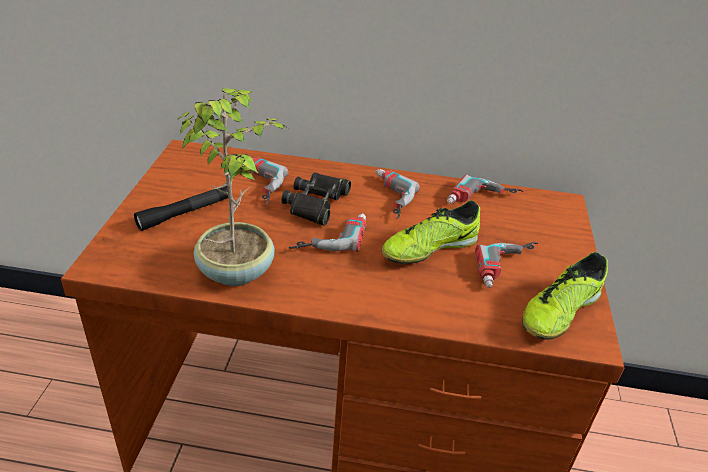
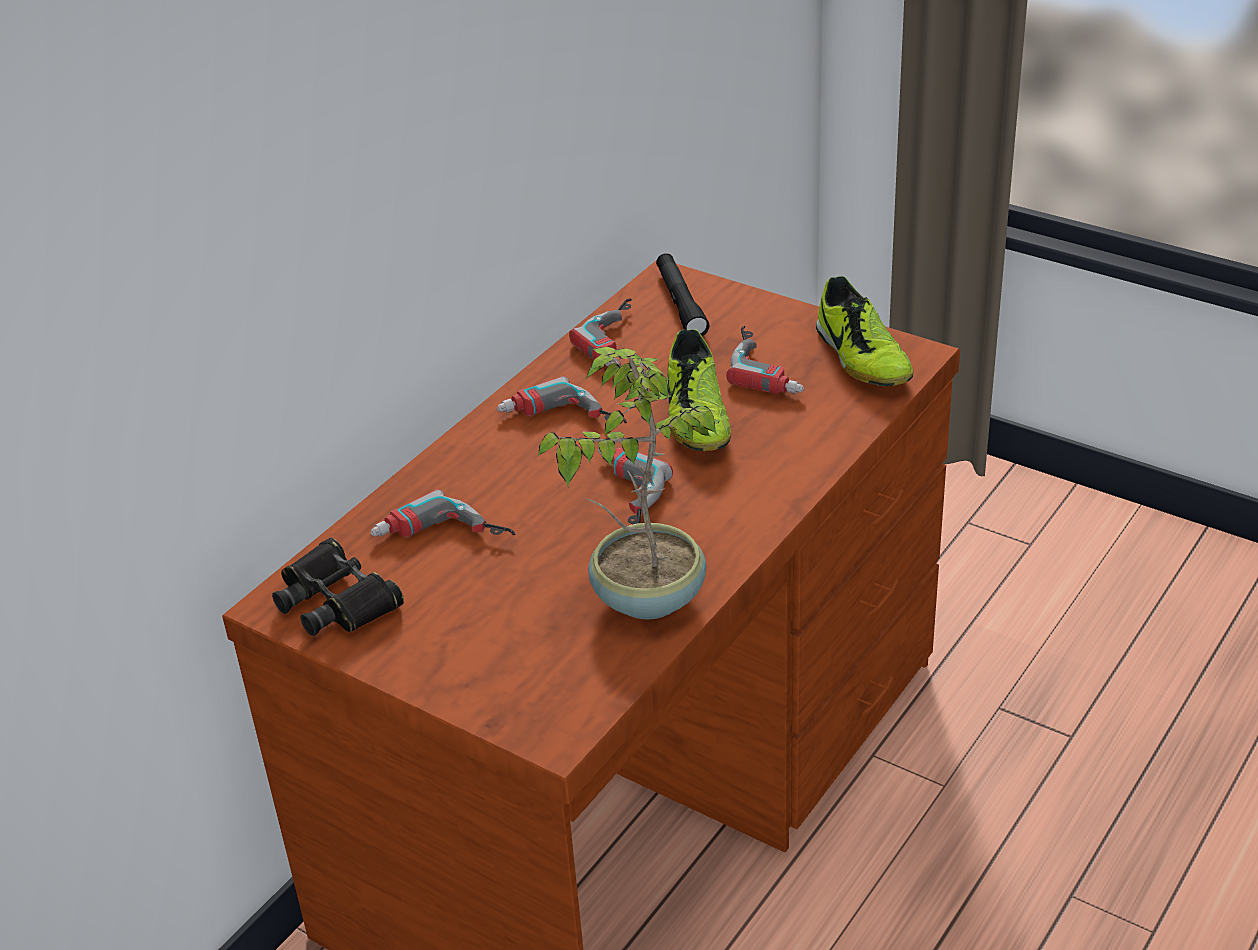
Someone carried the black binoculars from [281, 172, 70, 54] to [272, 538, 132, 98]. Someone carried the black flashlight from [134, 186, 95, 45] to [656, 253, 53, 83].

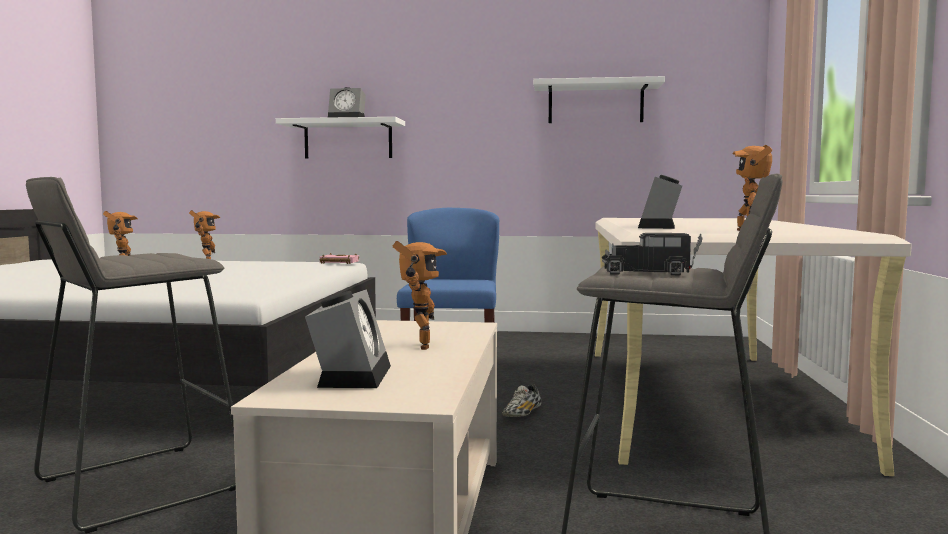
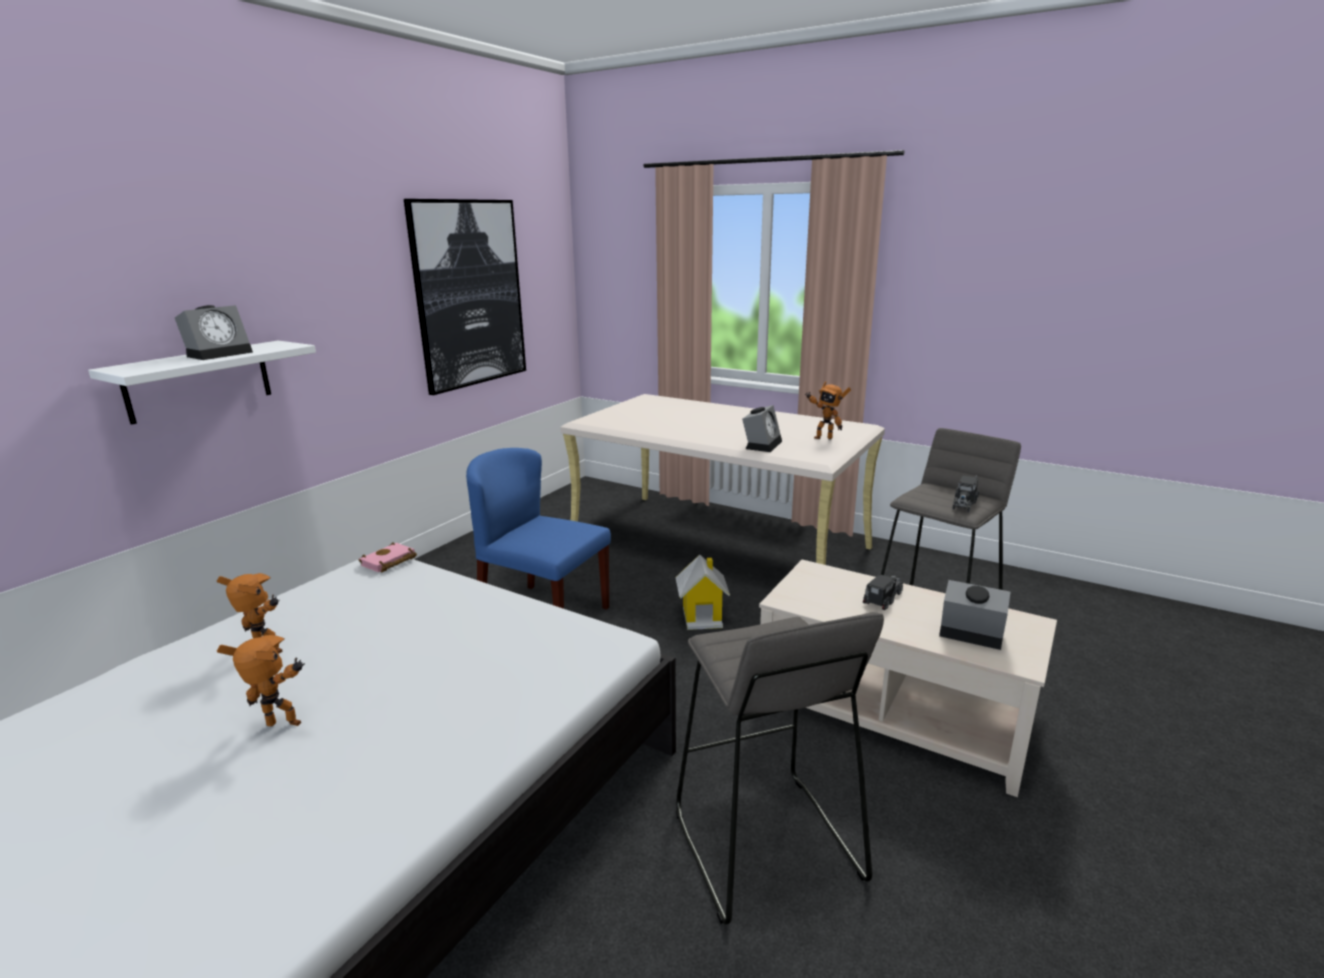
Someone swapped the white shelf at [533, 76, 132, 47] for the picture at [404, 199, 122, 196]. Someone swapped the shoe at [502, 384, 39, 33] for the toy house at [675, 554, 55, 76]. Someone rotated the alarm clock at [638, 175, 44, 54] by 105 degrees counterclockwise. Someone swapped the toy robot at [393, 241, 54, 109] for the toy truck at [863, 575, 41, 35].

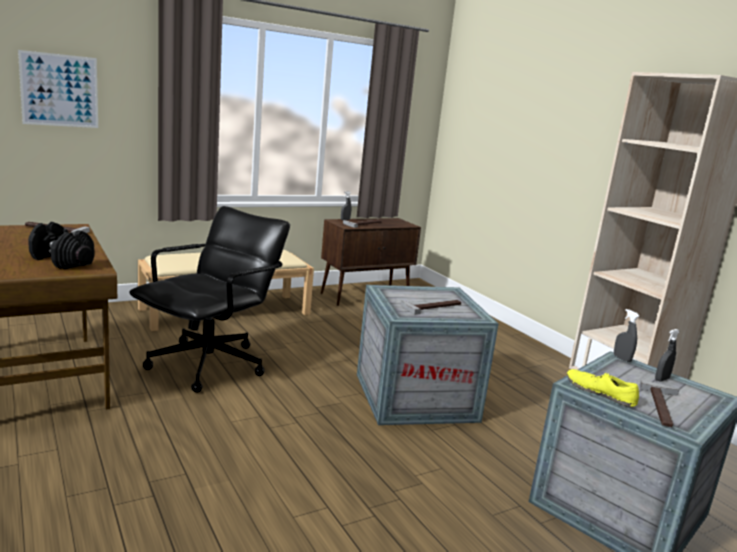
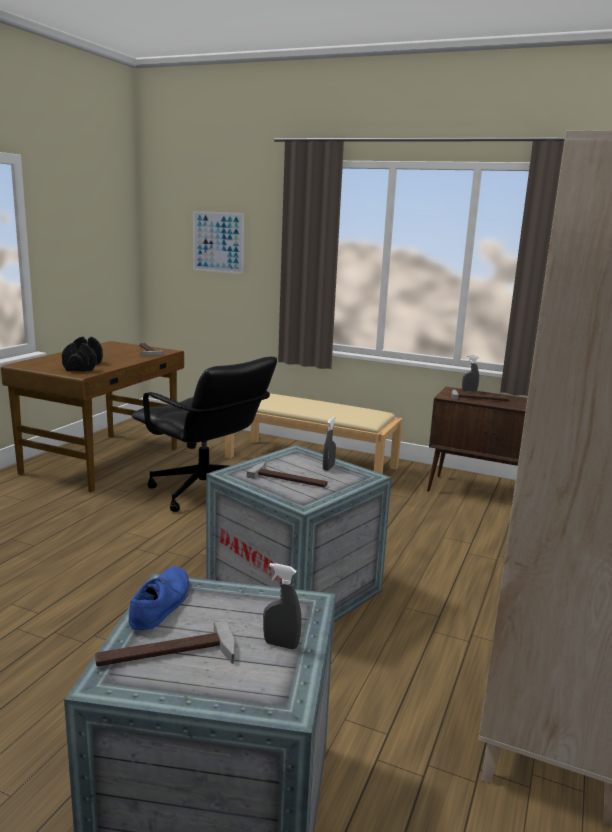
Someone repainted the yellow shoe at [567, 369, 72, 38], which became the blue shoe at [129, 566, 61, 64]. Someone rotated the black office chair at [129, 206, 161, 187] by 45 degrees clockwise. Someone carried the grey spray bottle from [614, 309, 26, 53] to [323, 417, 13, 54].

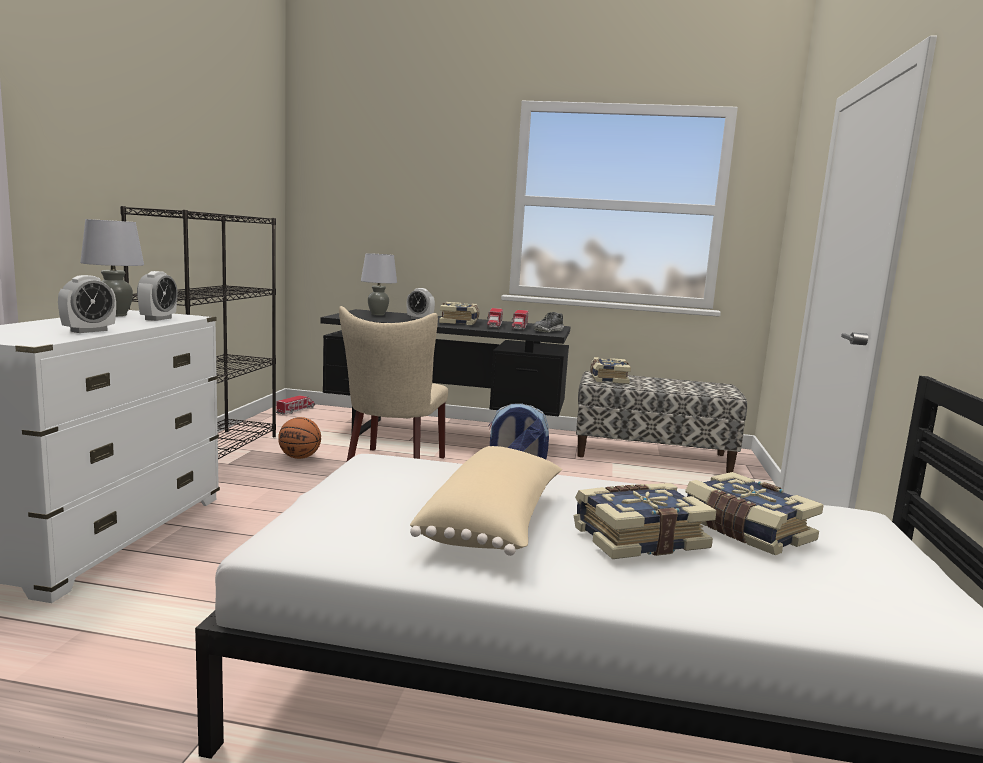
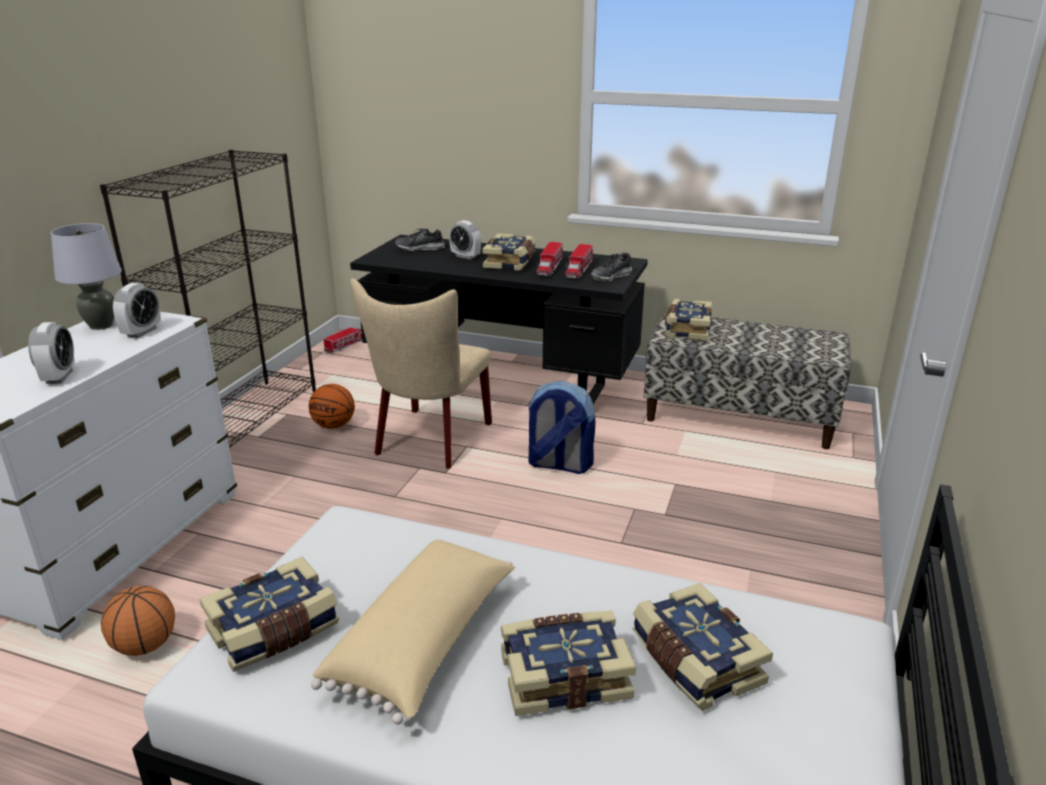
Someone rotated the alarm clock at [58, 275, 58, 58] by 45 degrees counterclockwise. Someone put down the basketball at [101, 586, 74, 70]. Someone put down the book at [199, 557, 140, 115]. Someone swapped the grey table lamp at [361, 253, 36, 62] for the shoe at [395, 228, 50, 23].

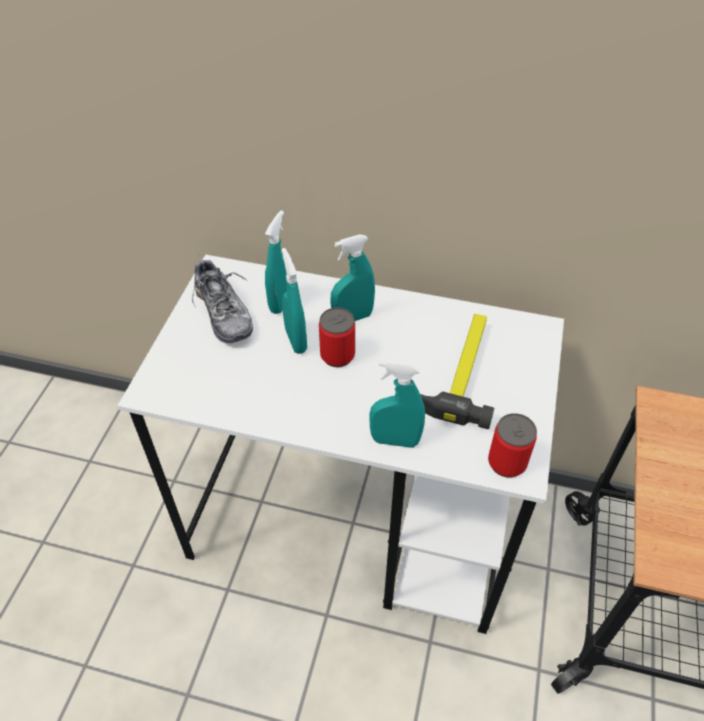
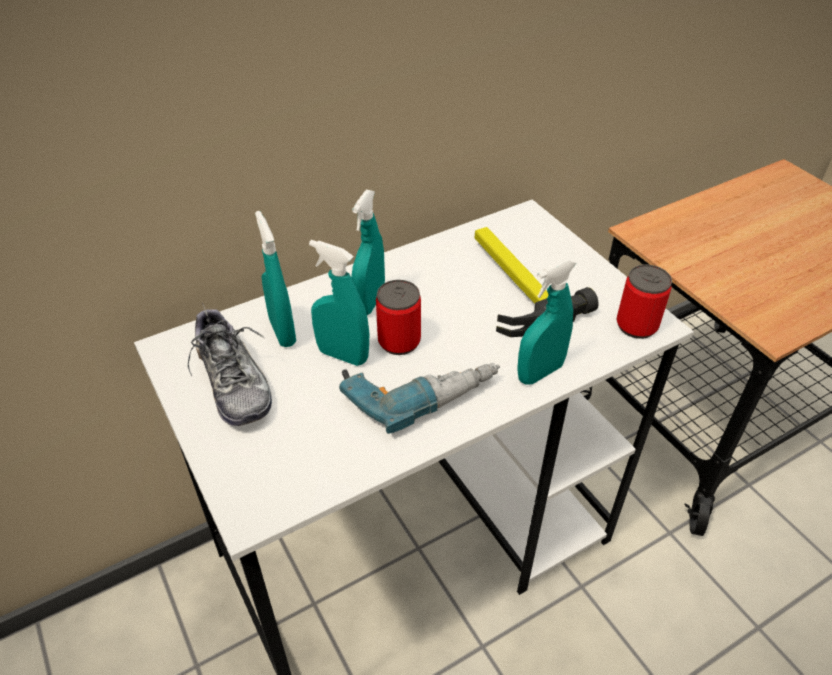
Someone rotated the shoe at [192, 255, 61, 88] by 45 degrees clockwise. Someone put down the power drill at [339, 363, 161, 71].

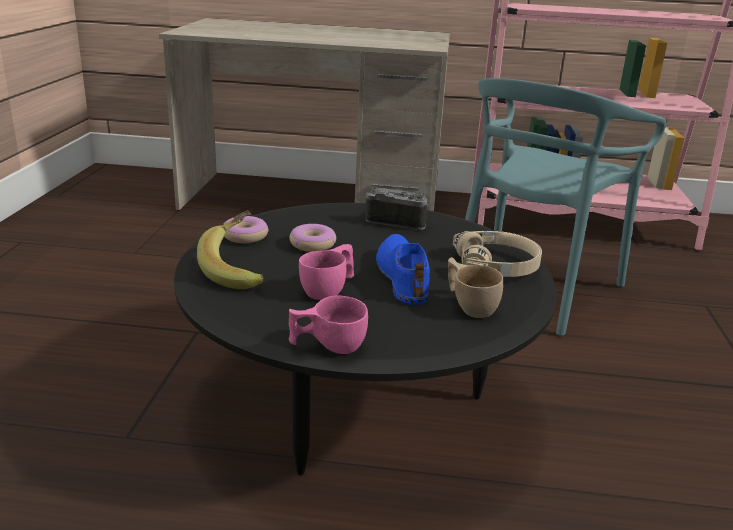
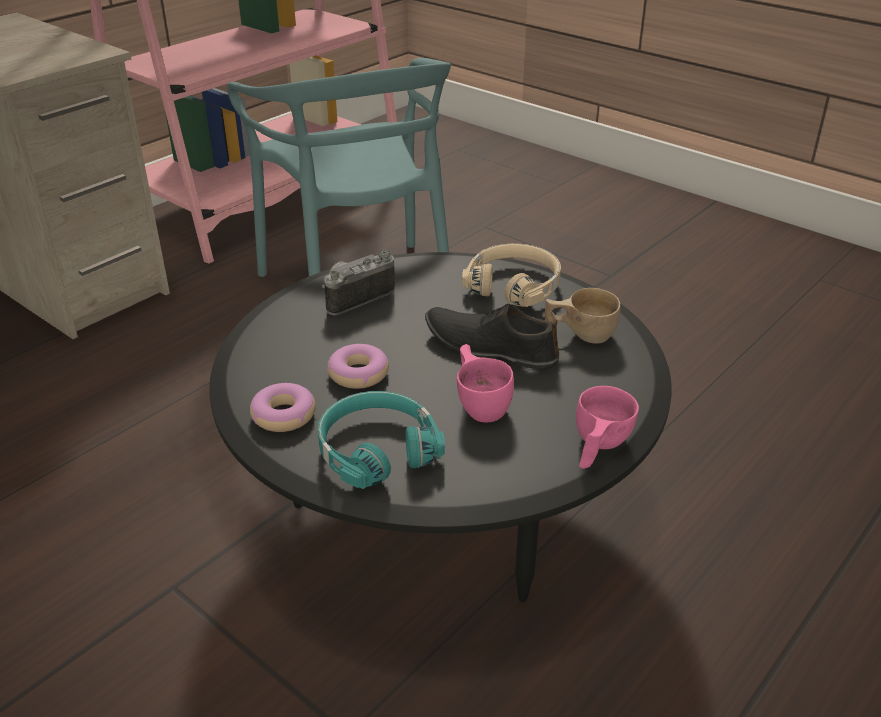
Someone swapped the banana at [197, 210, 67, 79] for the turquoise headphones at [318, 391, 127, 98]. Someone repainted the blue shoe at [376, 234, 54, 71], which became the black shoe at [425, 304, 135, 65].

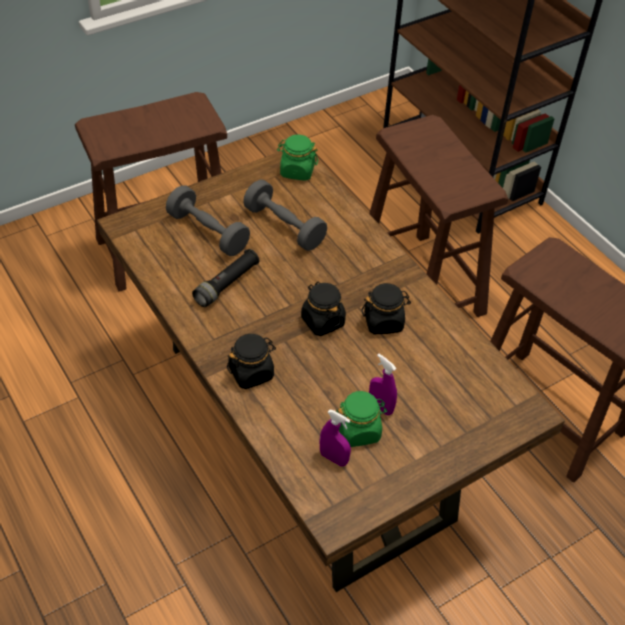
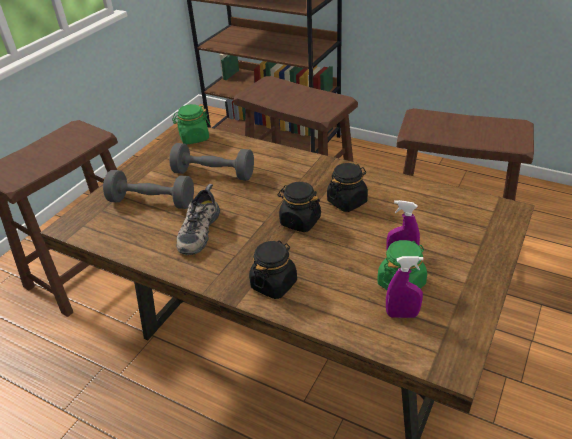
Someone swapped the black flashlight at [192, 249, 68, 58] for the shoe at [177, 184, 43, 71].

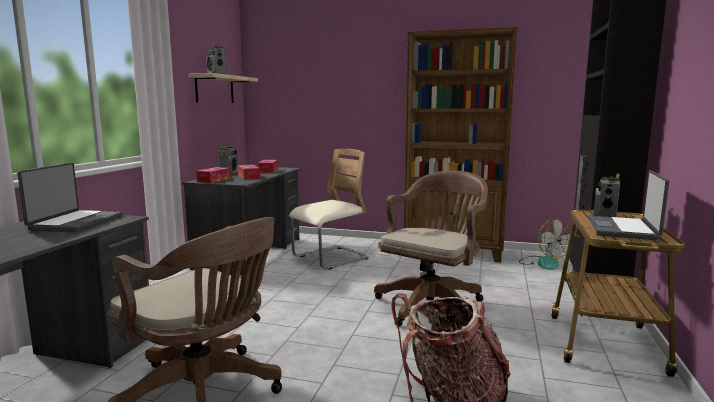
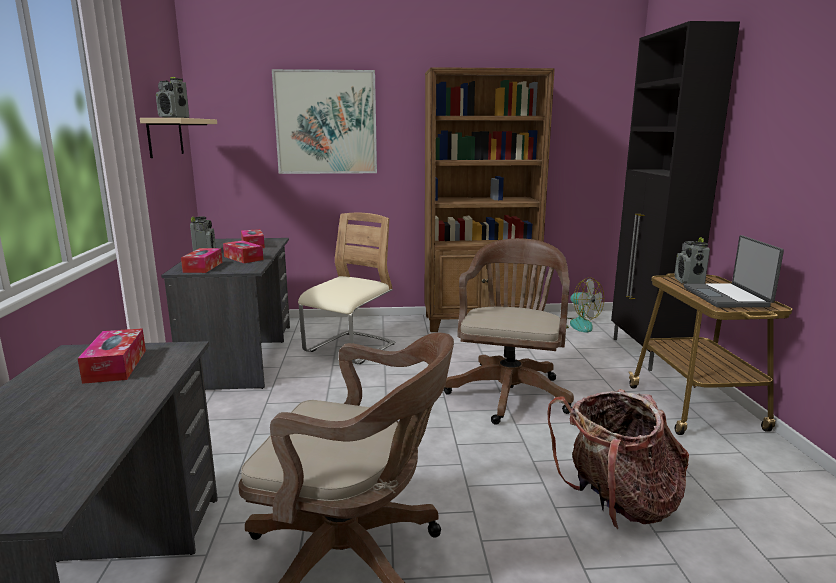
Someone swapped the laptop at [17, 163, 106, 69] for the tissue box at [77, 328, 69, 56]. Someone put up the picture at [272, 69, 105, 105].

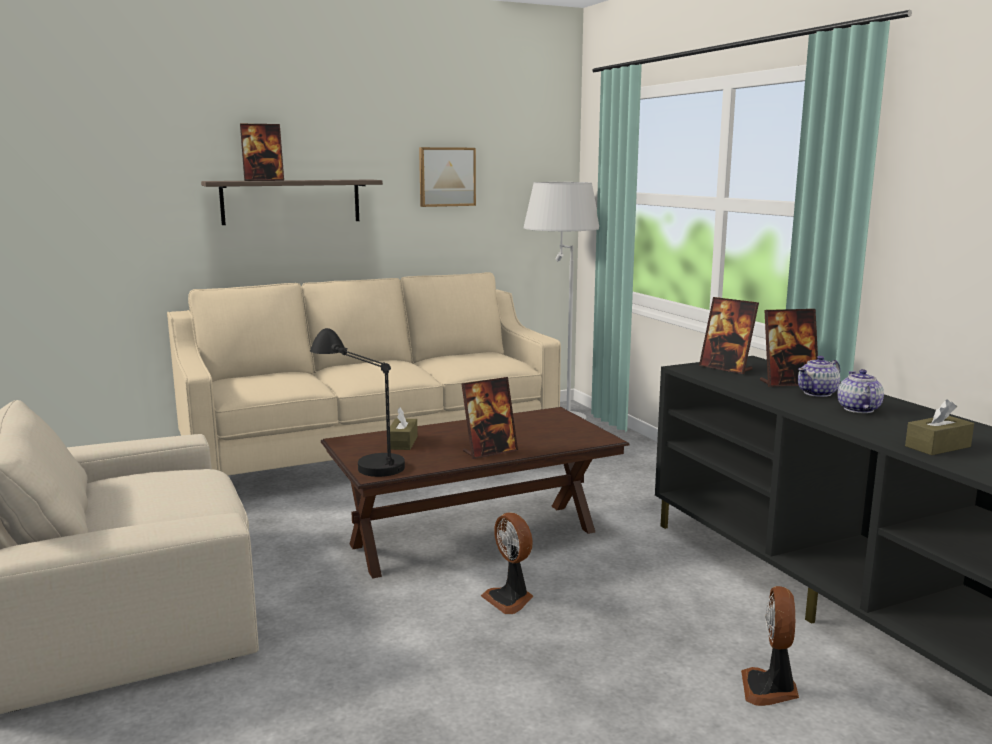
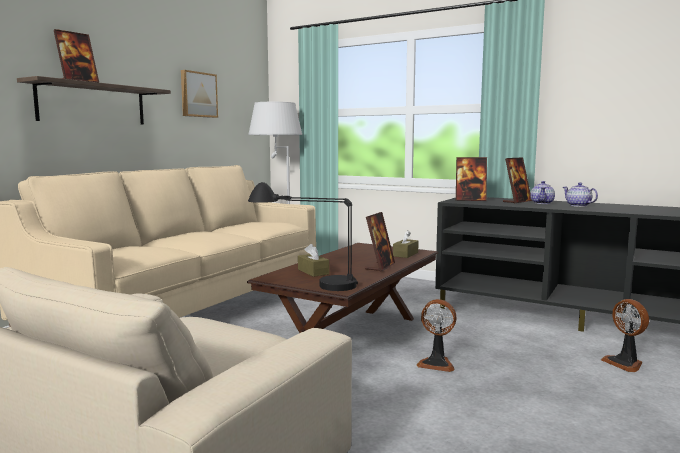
Someone carried the brown tissue box from [905, 399, 69, 56] to [393, 230, 26, 28].

